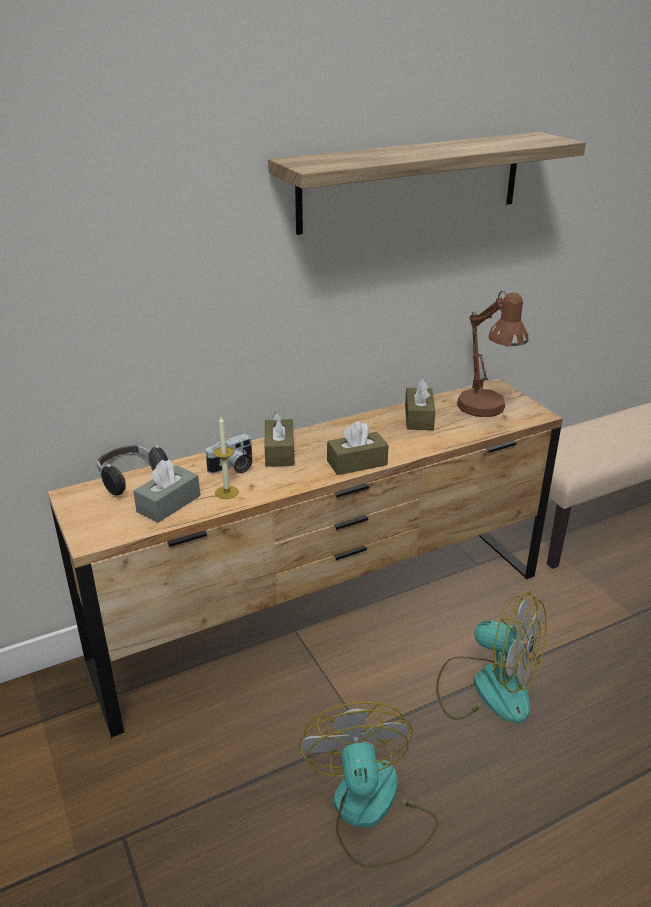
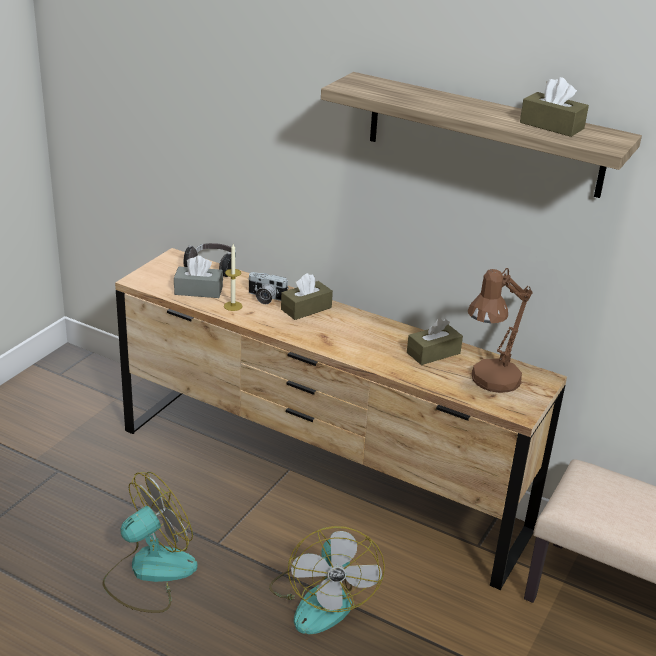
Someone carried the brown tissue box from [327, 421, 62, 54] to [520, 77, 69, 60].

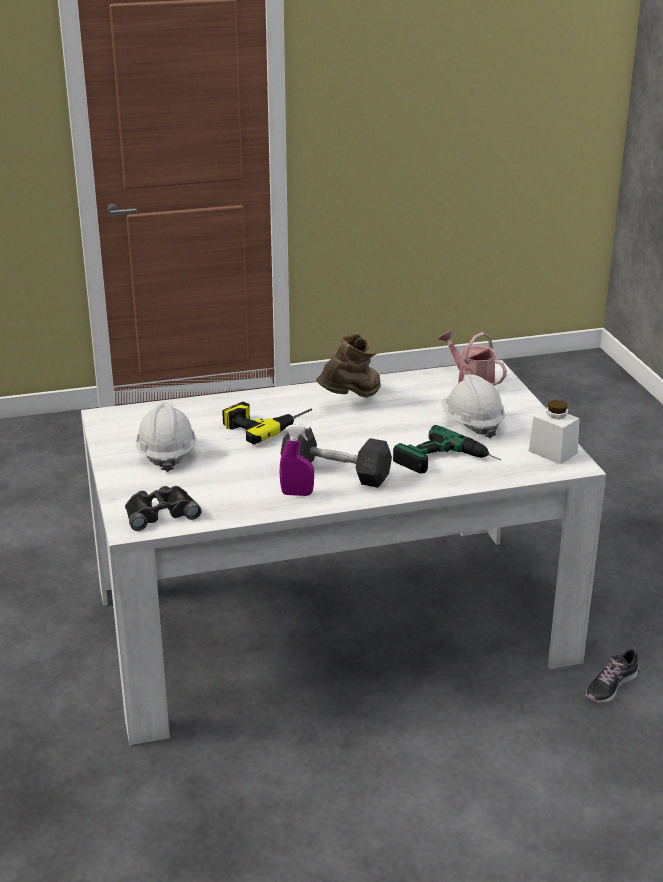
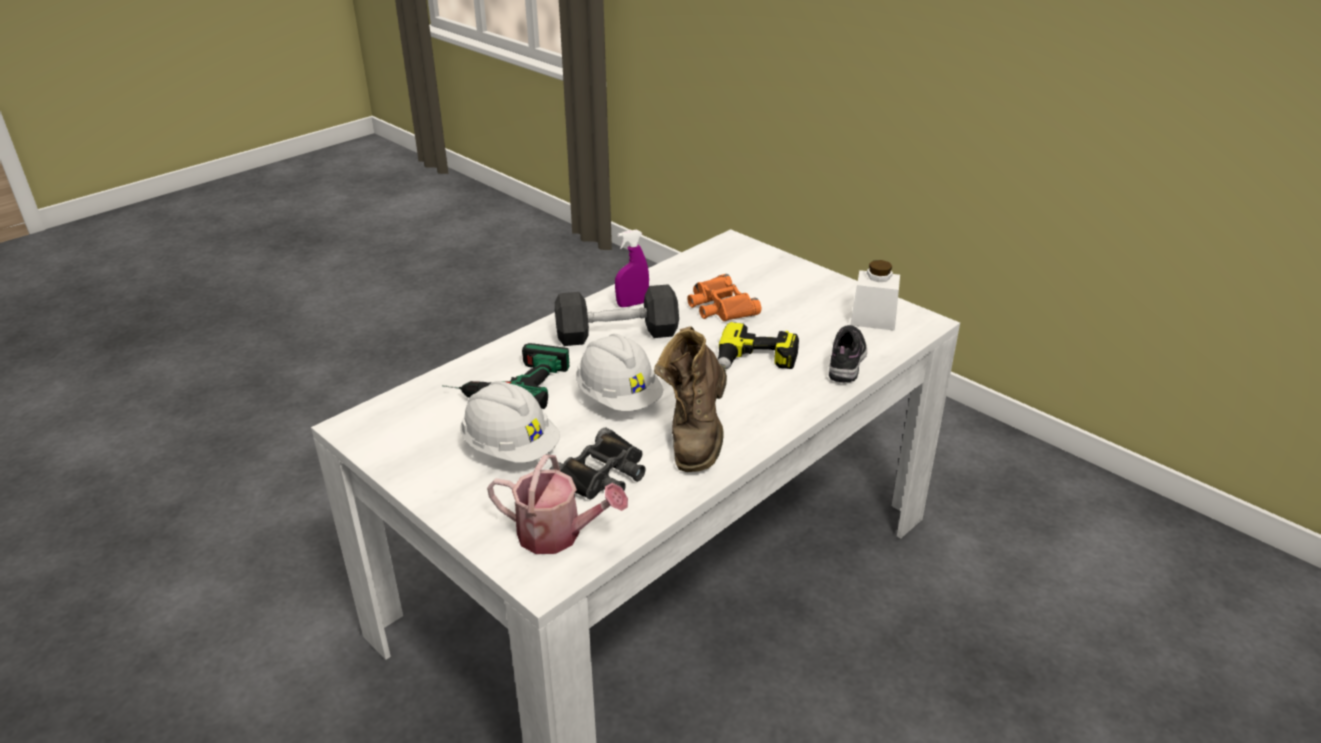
Someone carried the black binoculars from [125, 486, 77, 45] to [549, 427, 97, 73]. Someone carried the white hard hat from [136, 402, 60, 70] to [576, 334, 88, 77]. Someone put down the orange binoculars at [687, 274, 74, 47]. Someone carried the shoe from [586, 646, 53, 58] to [829, 325, 38, 58]. Someone carried the white jar from [529, 400, 51, 64] to [850, 260, 50, 71].

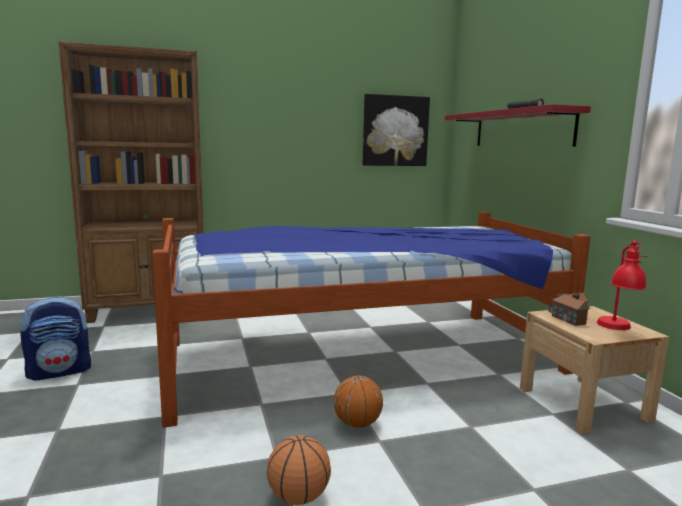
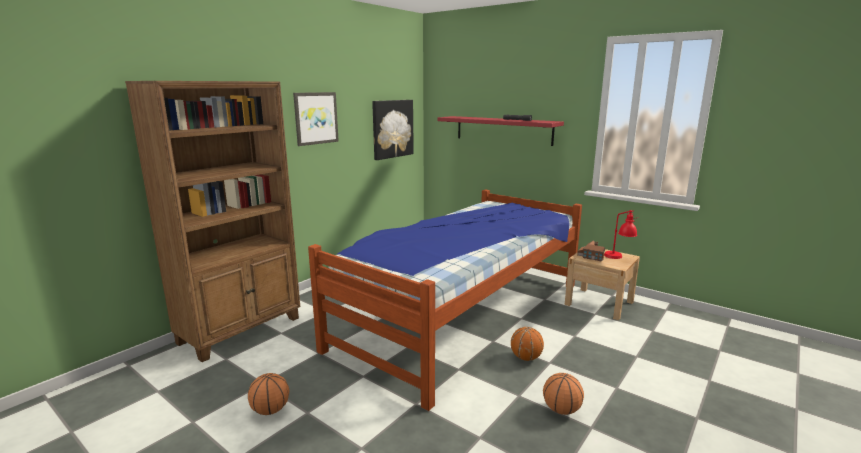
Someone swapped the backpack at [20, 296, 71, 85] for the basketball at [248, 373, 41, 42]. Someone put up the picture at [293, 92, 46, 54].

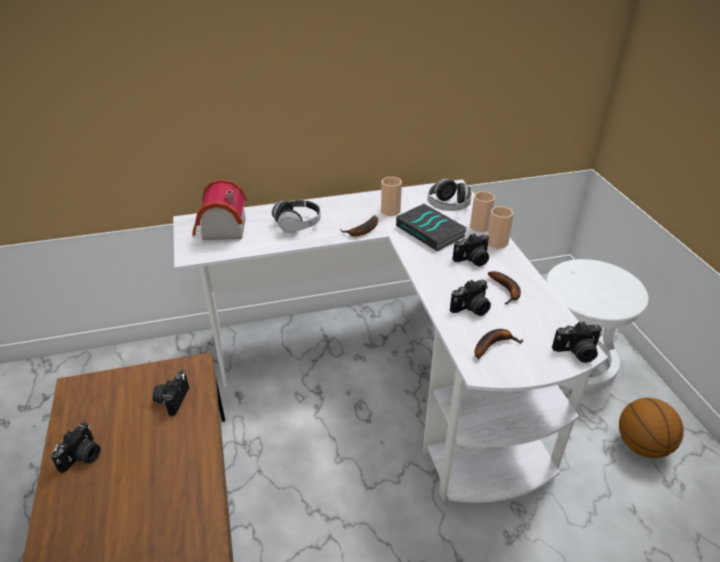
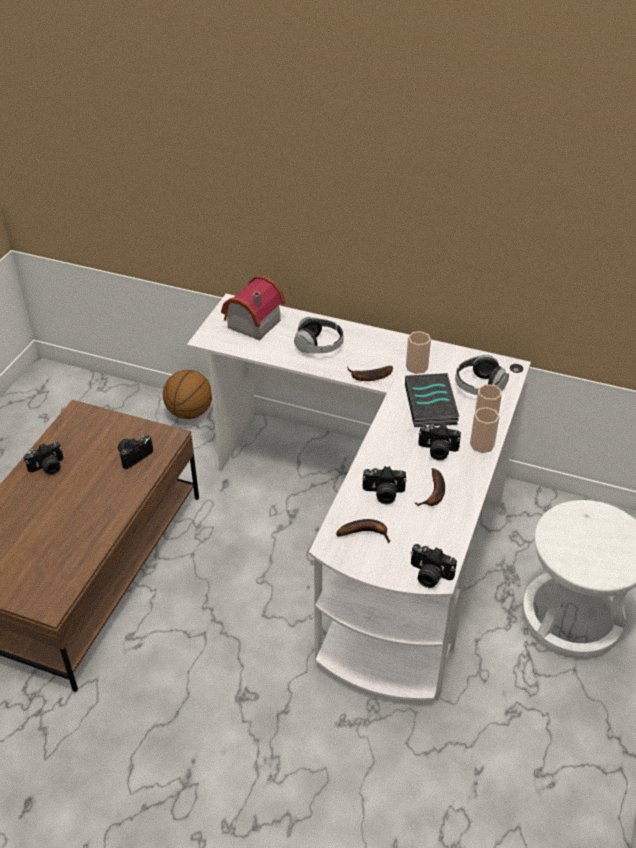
Someone carried the basketball from [619, 398, 65, 60] to [163, 370, 49, 49].

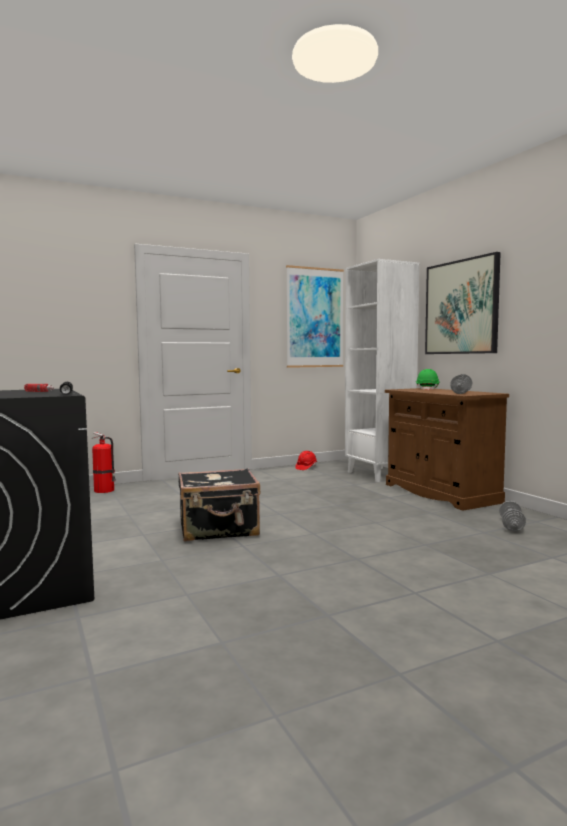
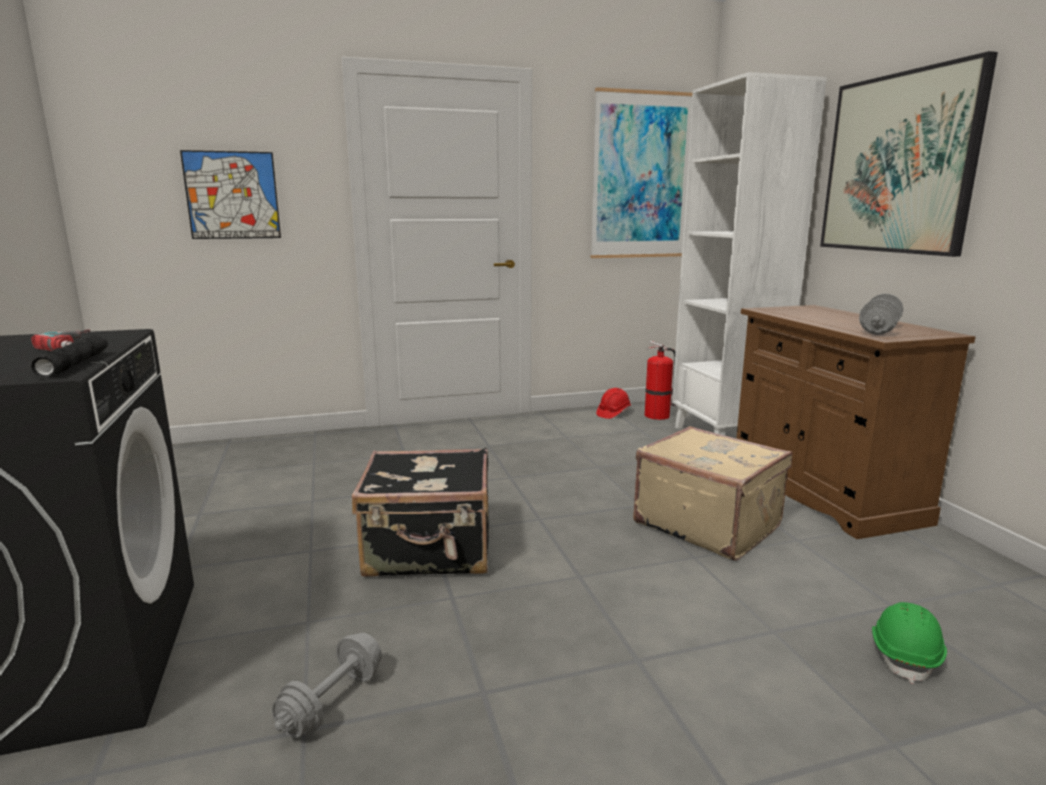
Someone put up the picture at [180, 150, 101, 89]. Someone carried the grey dumbbell from [499, 501, 27, 30] to [272, 633, 110, 105]. Someone put down the beige suitcase at [633, 426, 159, 135]. Someone carried the fire extinguisher from [92, 432, 24, 61] to [645, 341, 31, 79]. Someone carried the green hard hat from [416, 369, 24, 21] to [872, 602, 75, 82].

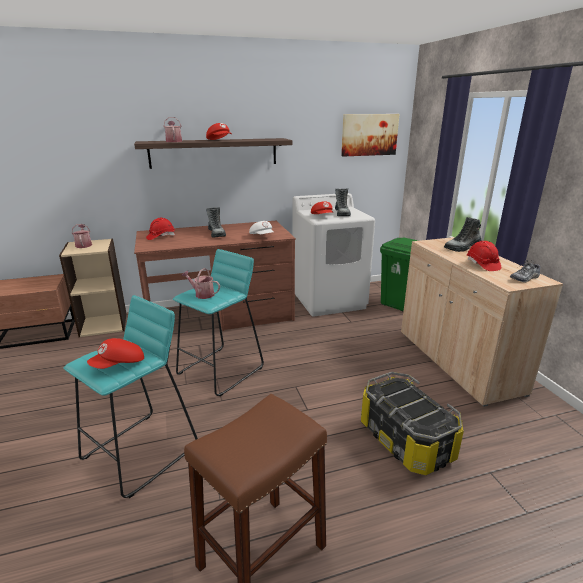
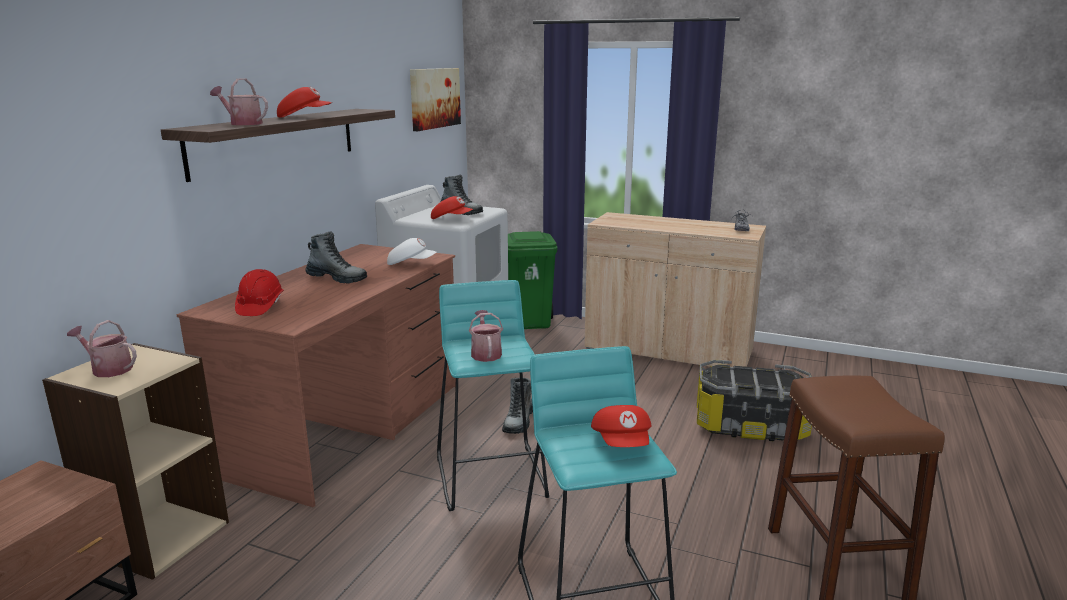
Someone rotated the watering can at [181, 268, 39, 31] by 105 degrees clockwise. Someone carried the boot from [444, 217, 38, 35] to [502, 377, 31, 57]. Someone took away the red hard hat at [467, 241, 34, 30].

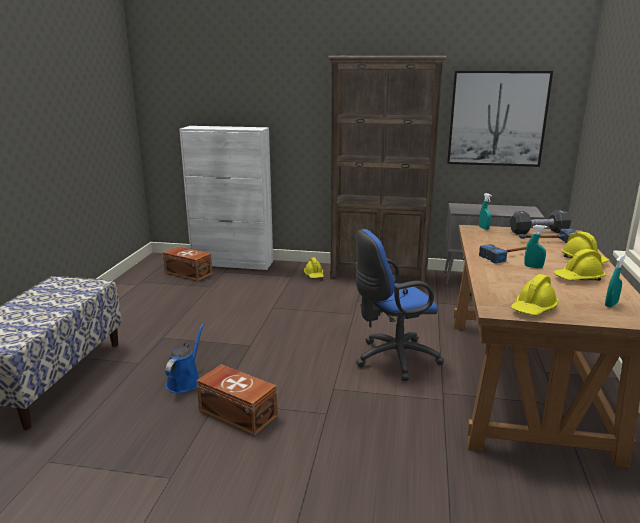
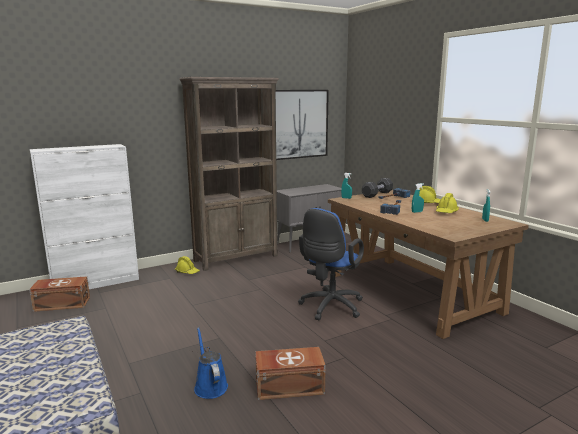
Someone took away the yellow hard hat at [511, 274, 48, 41].

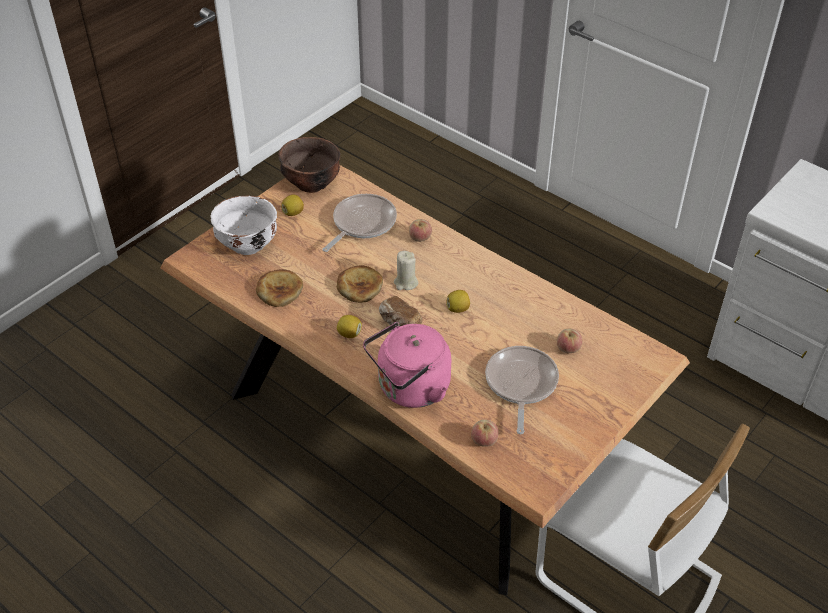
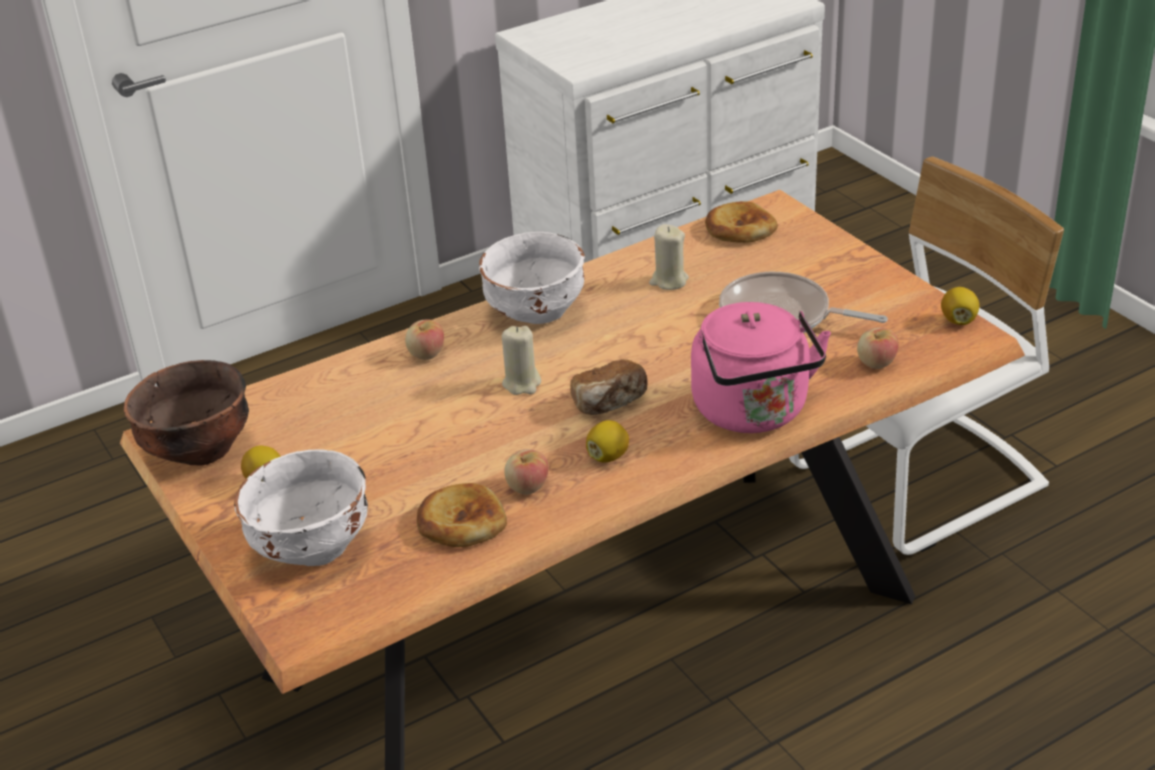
Someone put down the white bowl at [479, 232, 106, 92]. Someone carried the apple from [557, 329, 25, 24] to [504, 449, 45, 46]. Someone put down the beige candle at [649, 224, 40, 66]. Someone carried the bread from [336, 266, 47, 37] to [705, 201, 73, 42]. Someone carried the lemon from [446, 290, 24, 23] to [941, 287, 38, 38]. Someone took away the frying pan at [322, 194, 75, 58].

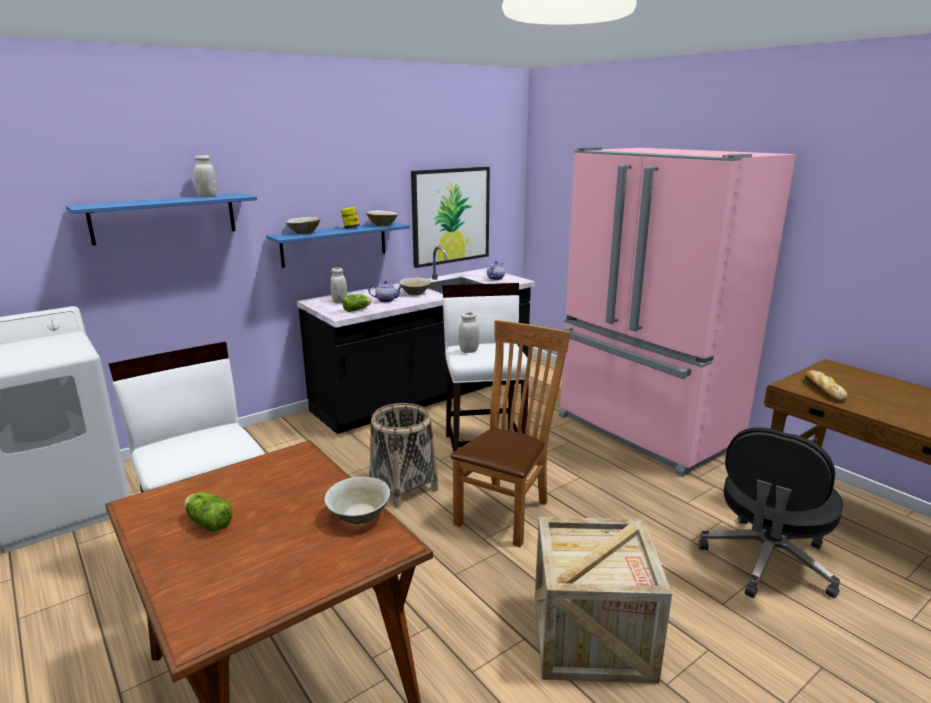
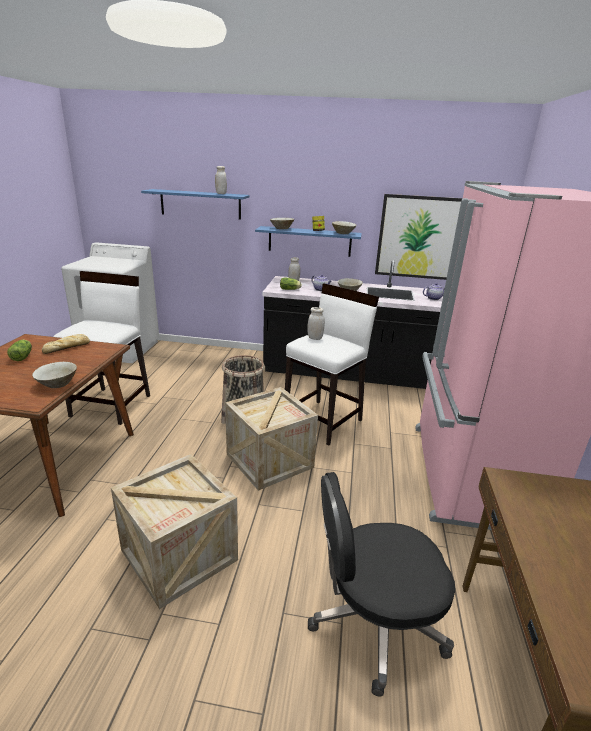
Someone carried the bread from [805, 370, 43, 32] to [42, 334, 48, 20]. Someone swapped the brown chair at [450, 320, 120, 227] for the crate at [225, 387, 93, 104].

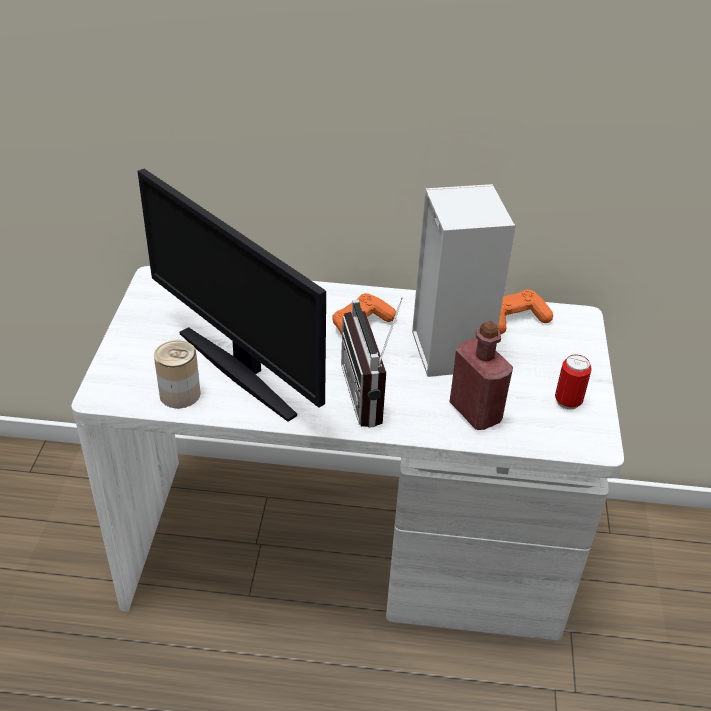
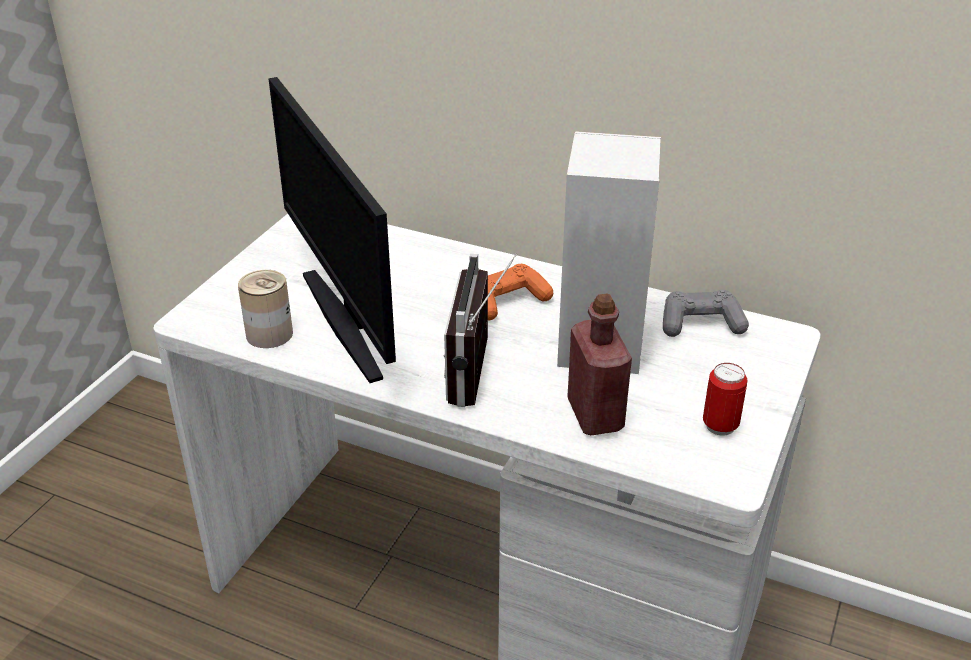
Someone repainted the orange game controller at [498, 289, 55, 45], which became the grey game controller at [663, 290, 86, 47].

